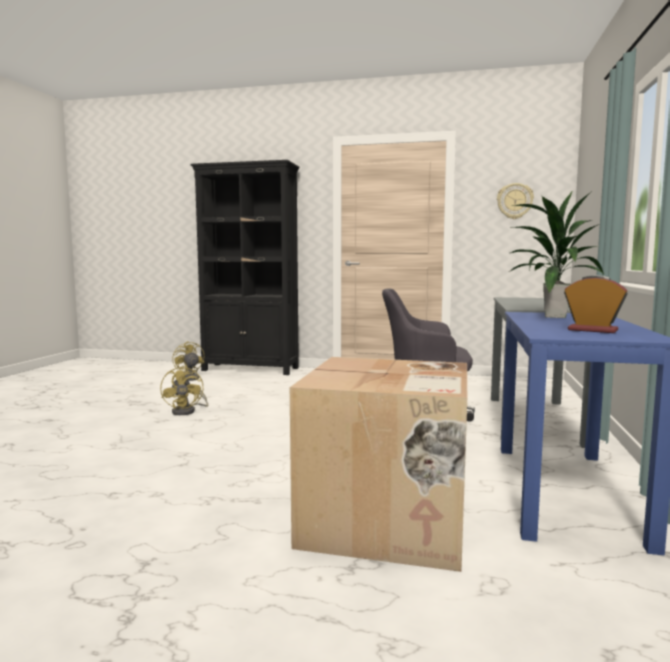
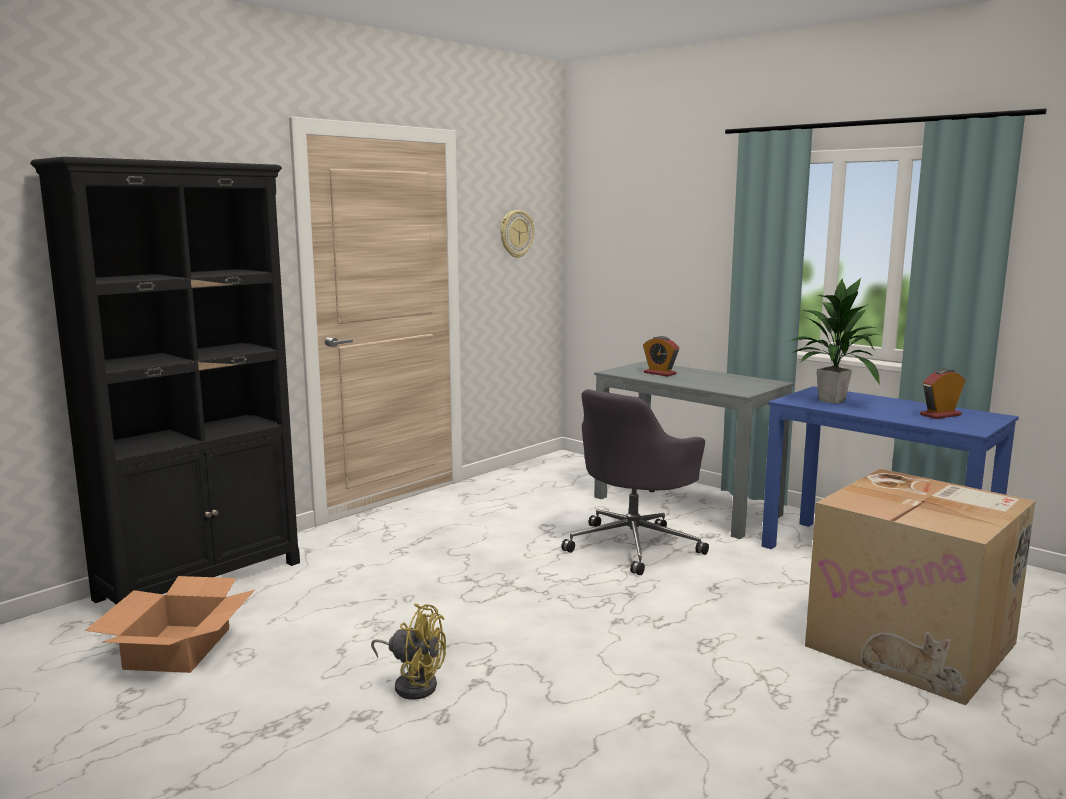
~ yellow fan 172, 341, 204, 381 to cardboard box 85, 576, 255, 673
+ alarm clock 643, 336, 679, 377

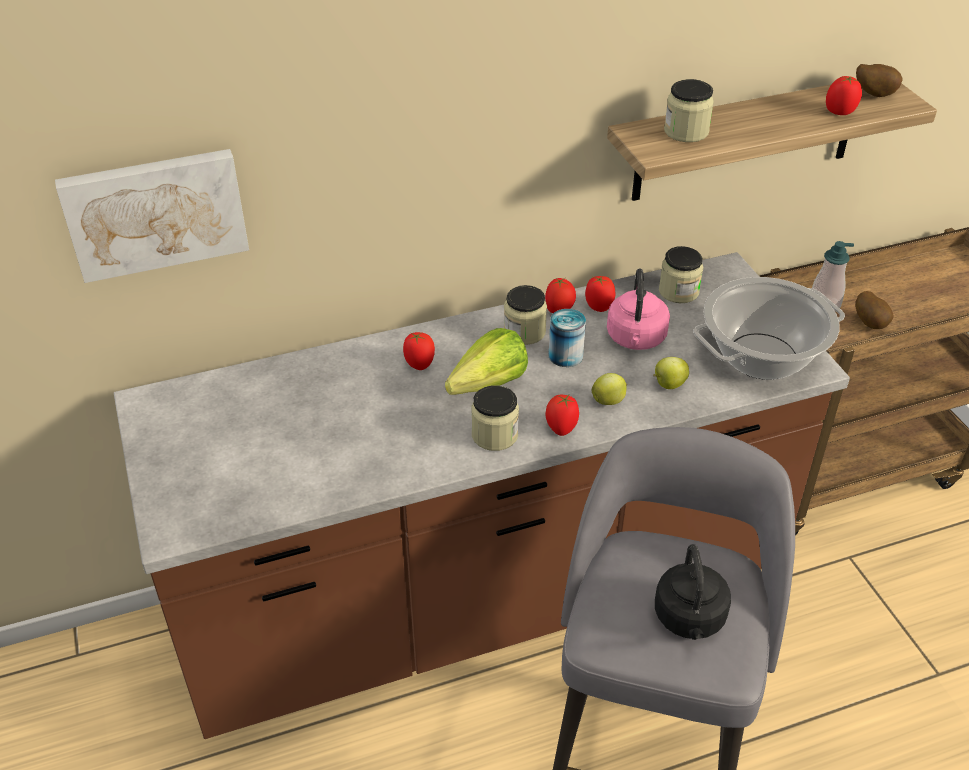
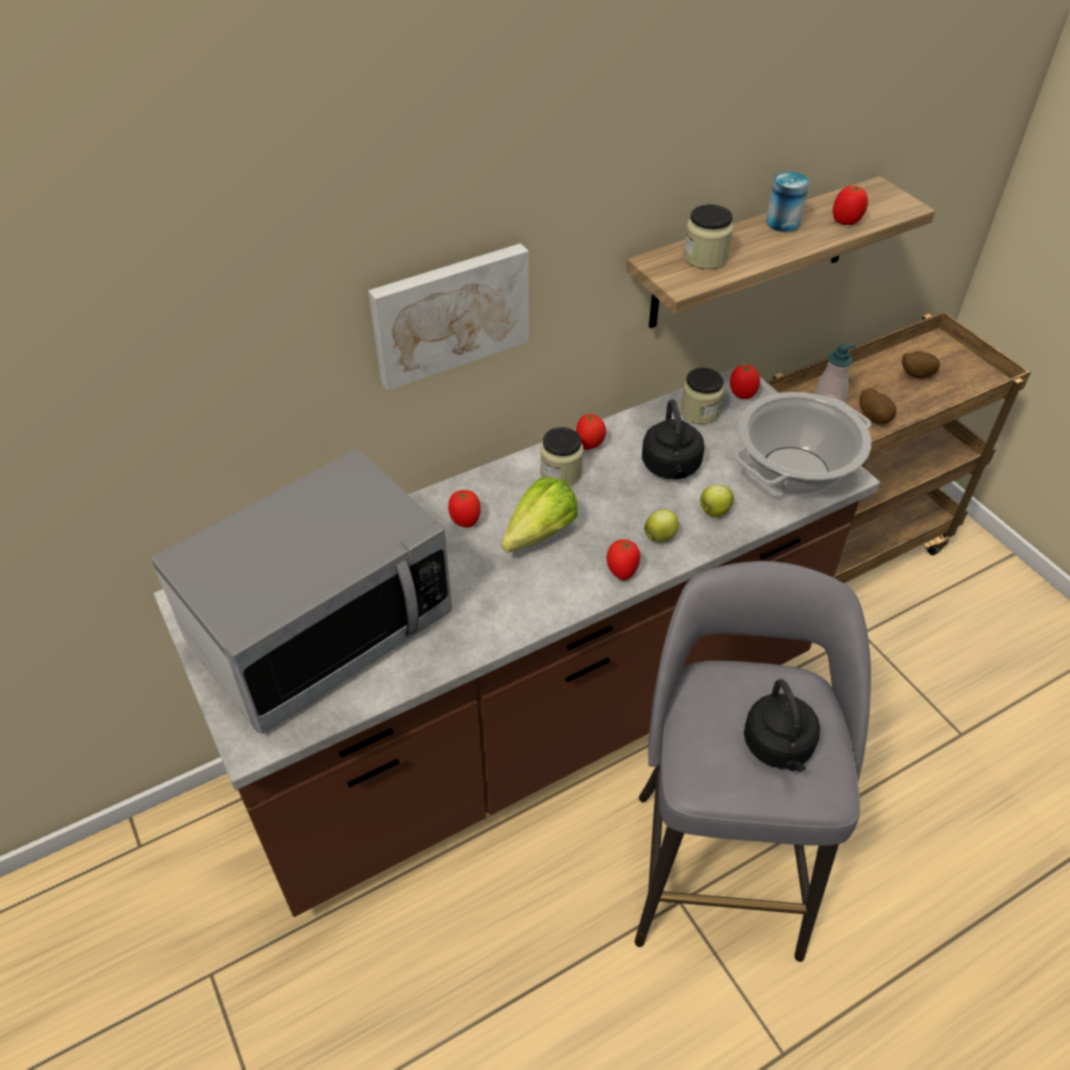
~ picture 55, 149, 249, 283 to 368, 243, 529, 391
- jar 471, 386, 519, 451
~ can 548, 309, 586, 367 to 766, 171, 810, 232
~ tomato 585, 276, 615, 312 to 730, 365, 760, 399
~ pink kettle 607, 269, 670, 350 to black kettle 642, 399, 704, 479
~ potato 856, 64, 902, 97 to 902, 351, 940, 379
+ microwave 151, 448, 452, 734

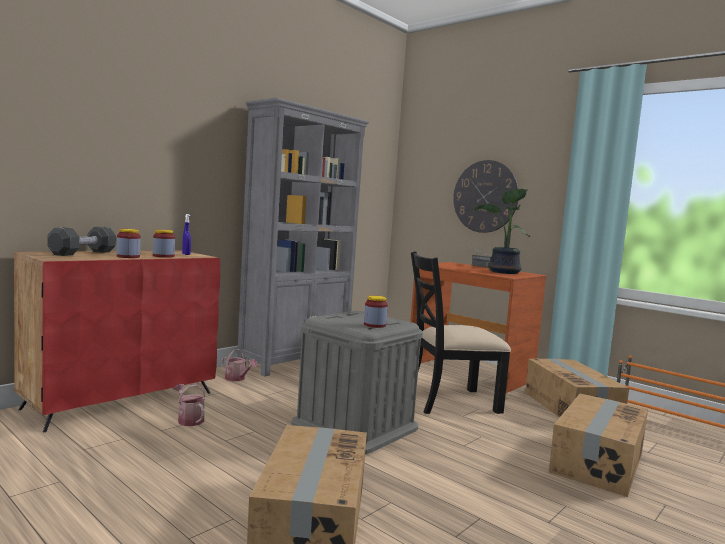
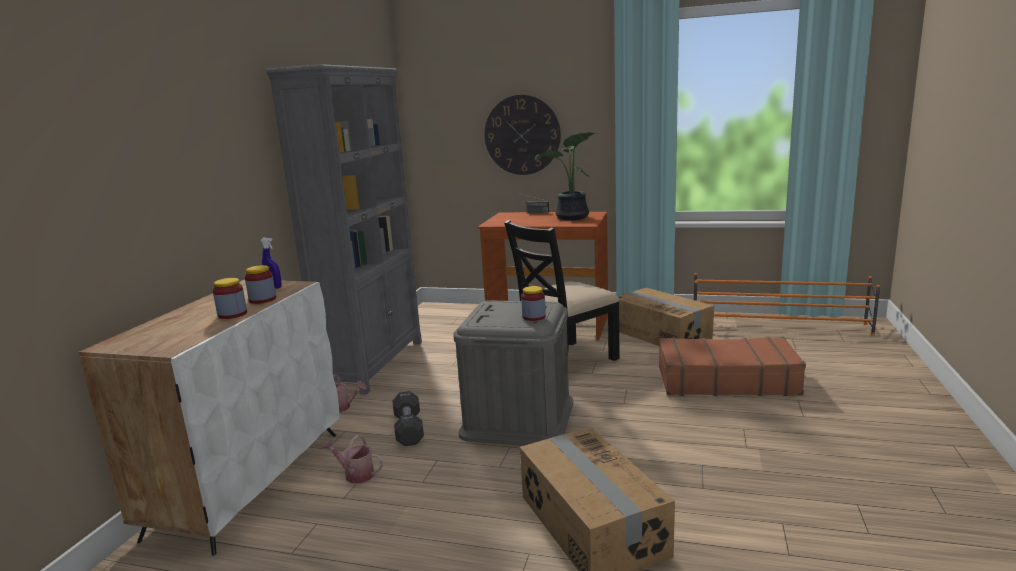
~ red cabinet 14, 250, 220, 432 to white cabinet 79, 280, 339, 556
~ black dumbbell 47, 227, 116, 256 to 393, 391, 424, 446
~ cardboard box 549, 394, 648, 497 to brown suitcase 659, 336, 806, 396

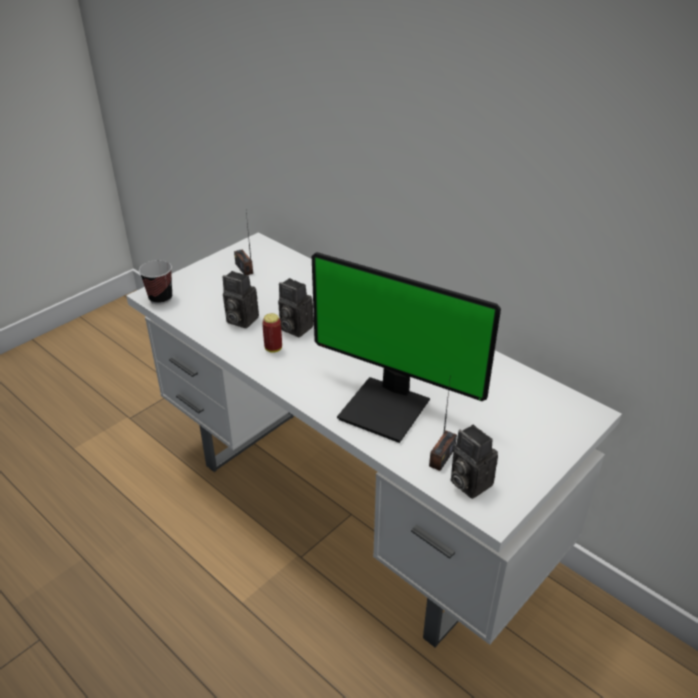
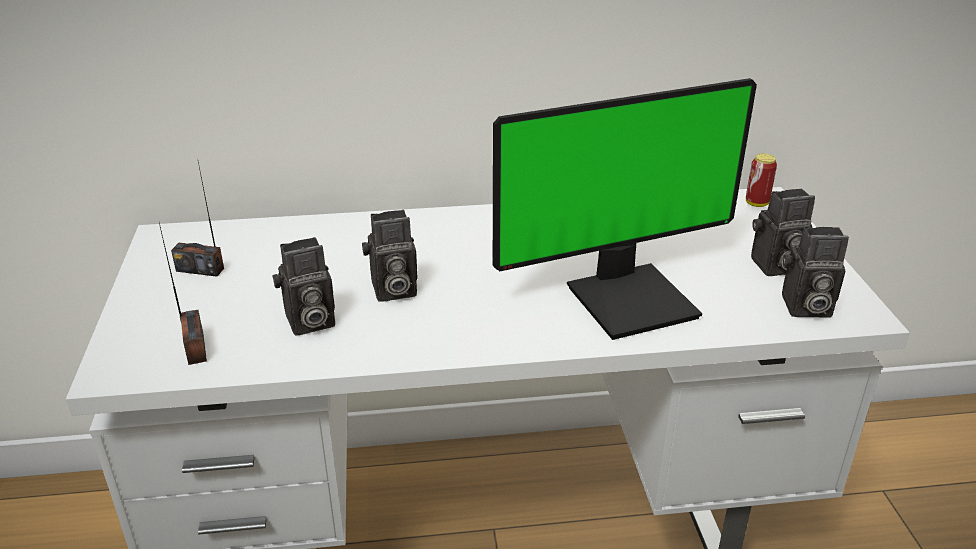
- cup 139, 260, 172, 305
~ can 262, 313, 282, 353 to 746, 154, 777, 207
~ radio 429, 381, 457, 471 to 159, 223, 207, 365
+ photo camera 751, 188, 815, 276

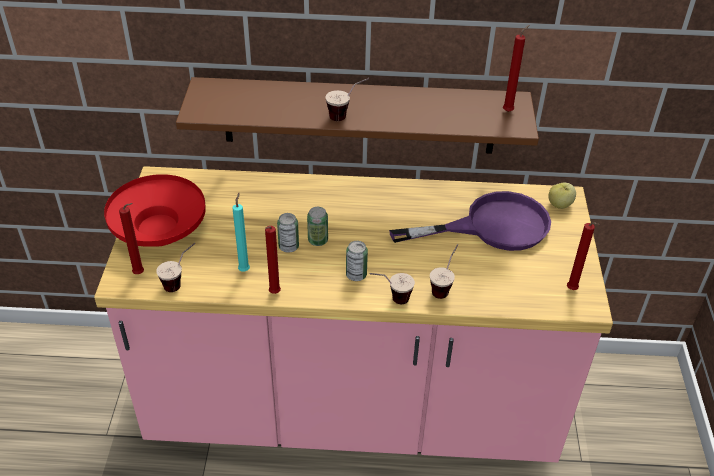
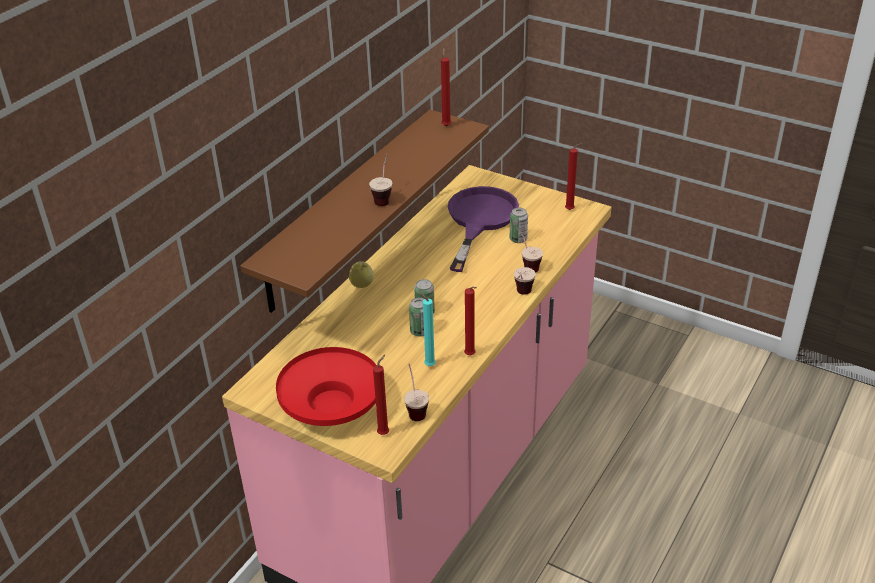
~ can 346, 241, 368, 281 to 510, 208, 528, 243
~ apple 548, 182, 576, 209 to 349, 261, 374, 288

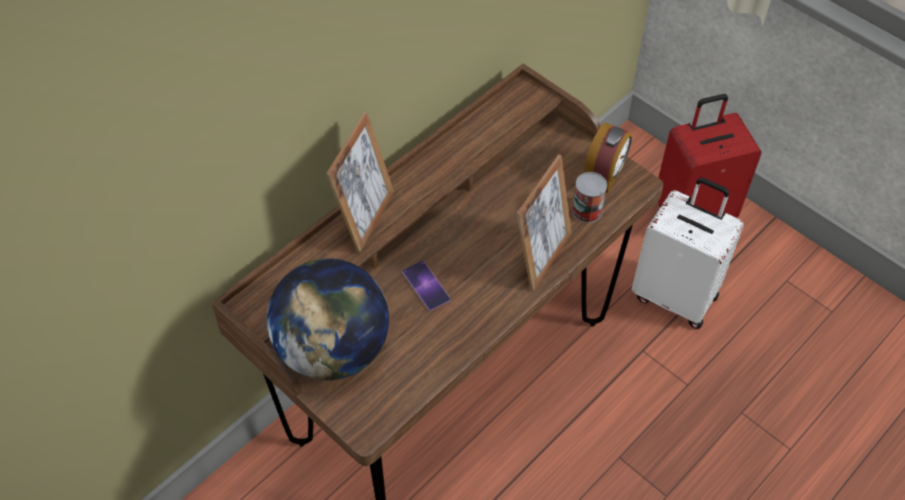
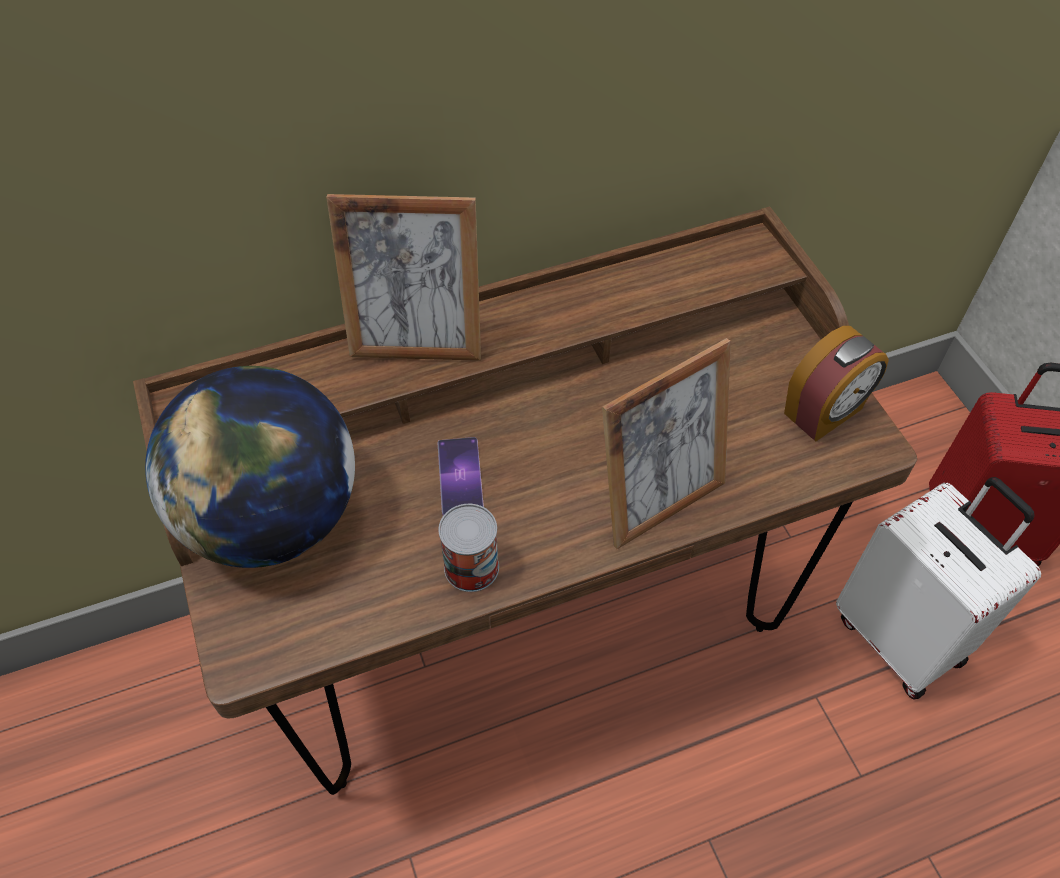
~ picture frame 326, 111, 394, 253 = 326, 194, 481, 361 45 degrees clockwise
~ can 572, 172, 607, 223 to 438, 504, 499, 592

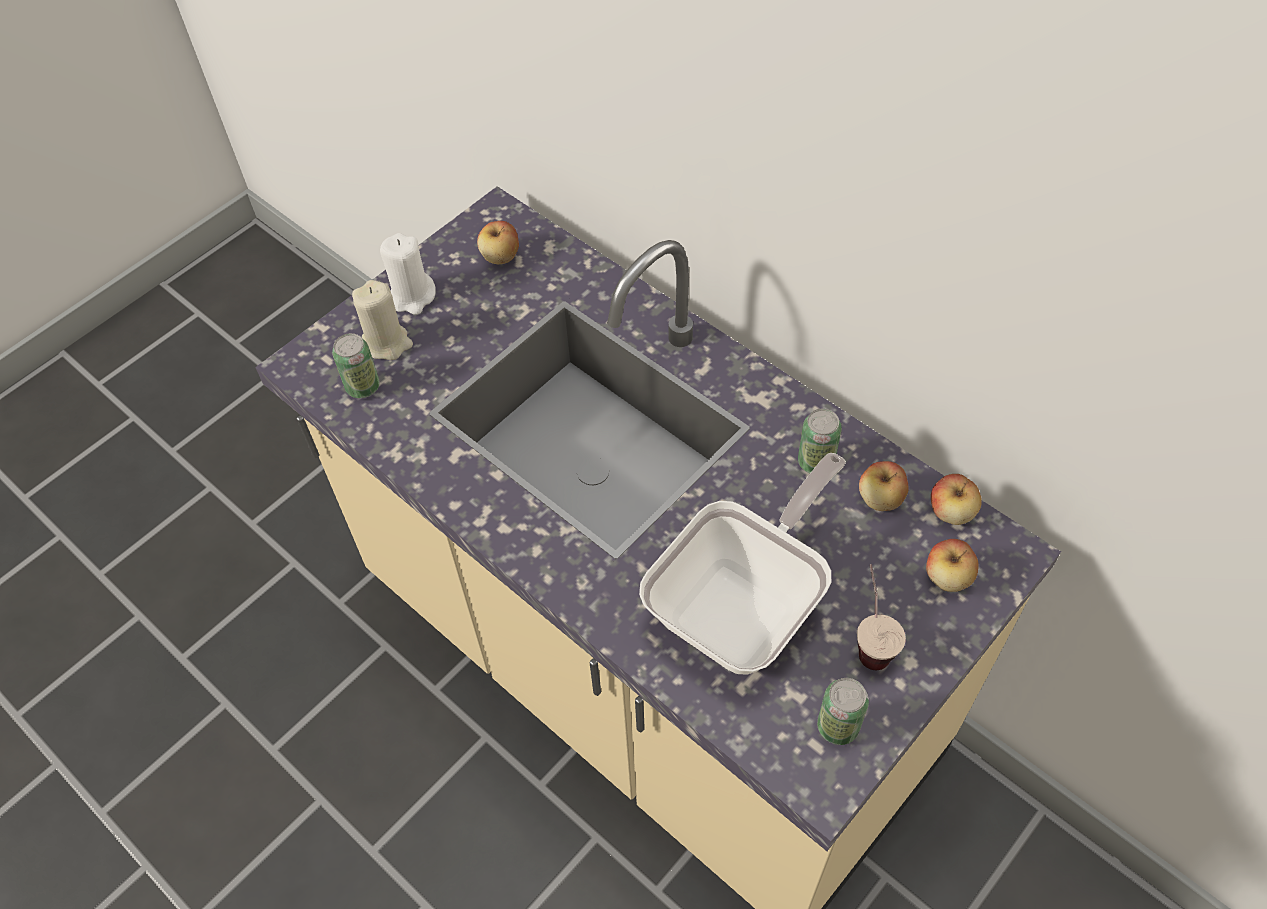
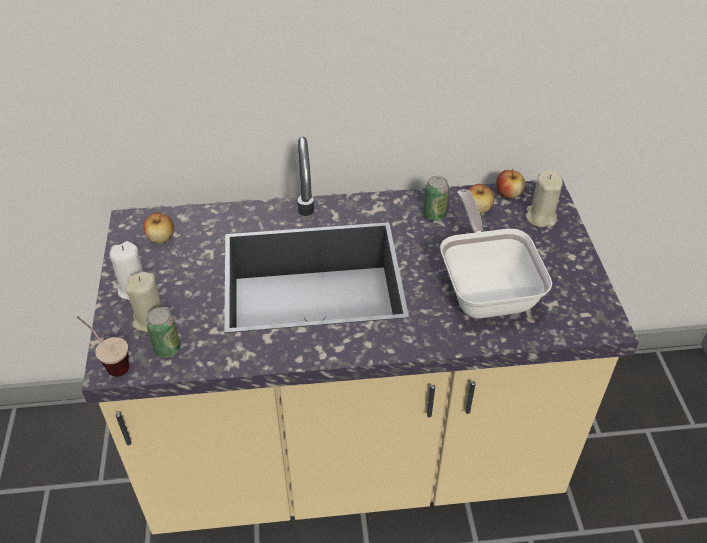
- can 817, 678, 869, 745
~ cup 857, 564, 906, 670 to 77, 317, 129, 377
~ apple 926, 539, 978, 592 to beige candle 526, 171, 563, 227

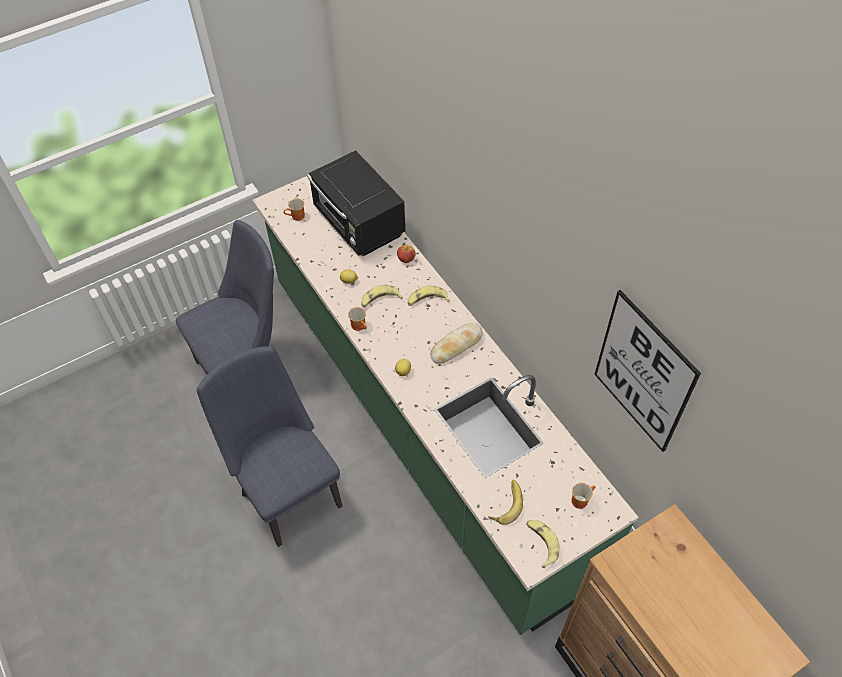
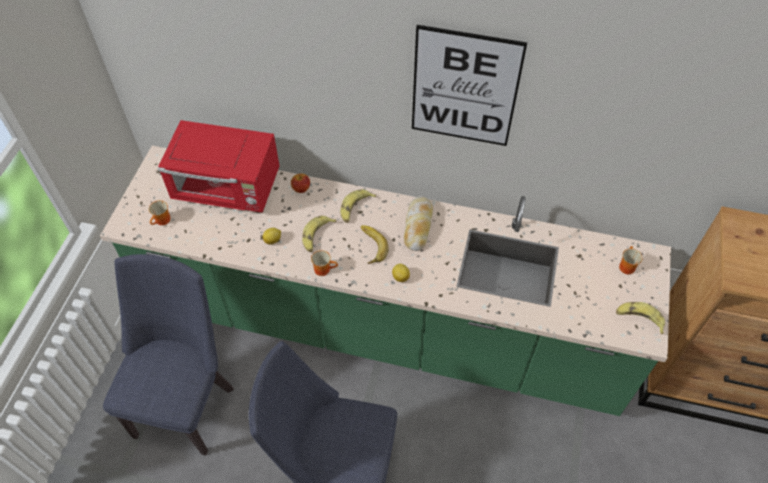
~ black microwave 307, 150, 405, 256 to red microwave 157, 120, 279, 212
~ banana 488, 480, 523, 525 to 361, 225, 389, 264
~ picture 594, 290, 701, 452 to 412, 25, 527, 146

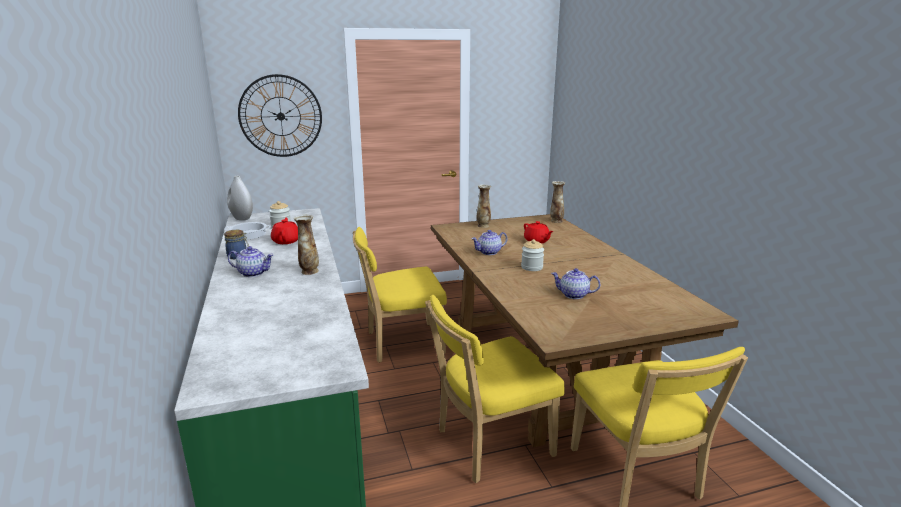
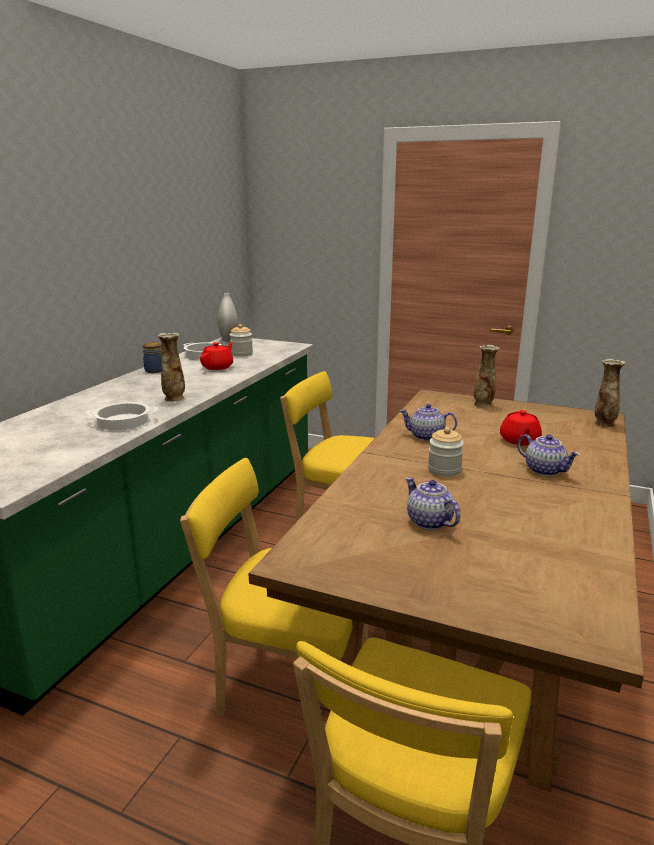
~ teapot 228, 246, 274, 277 to 517, 434, 580, 476
- wall clock 238, 74, 322, 157
+ cooking pot 86, 402, 158, 430

